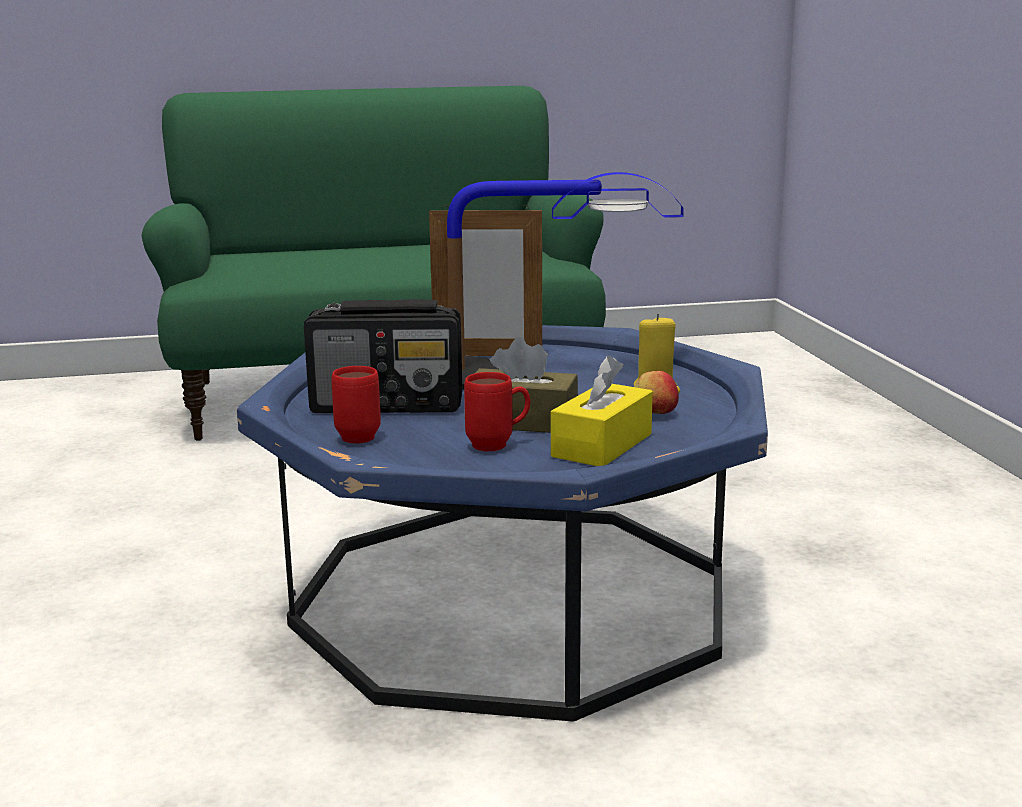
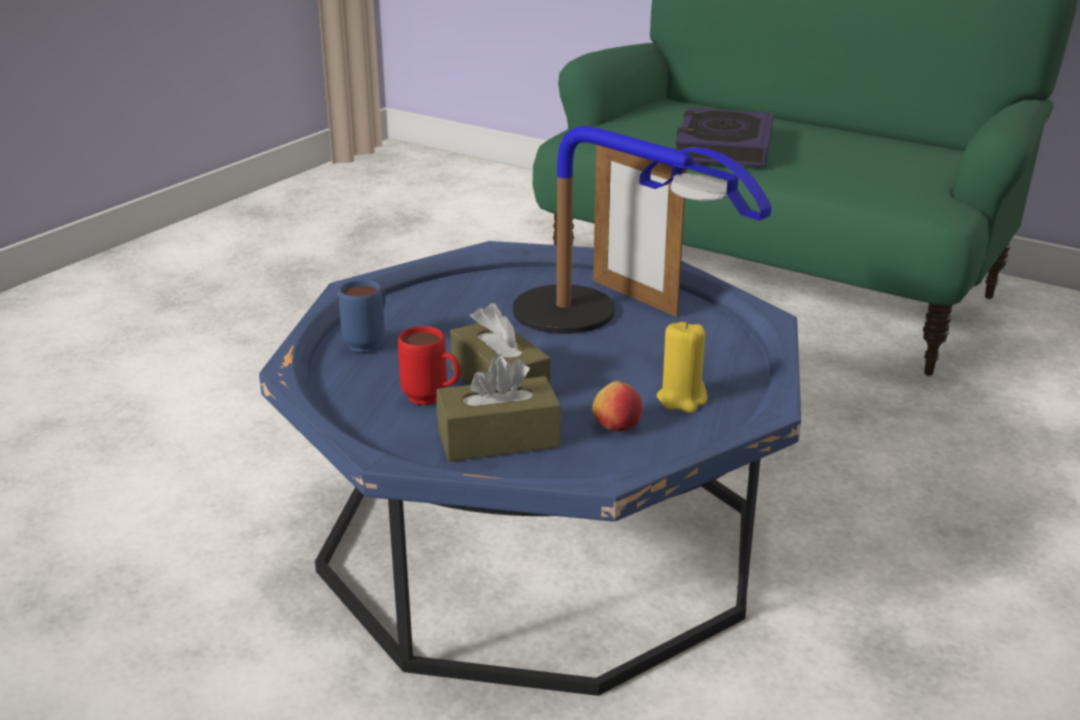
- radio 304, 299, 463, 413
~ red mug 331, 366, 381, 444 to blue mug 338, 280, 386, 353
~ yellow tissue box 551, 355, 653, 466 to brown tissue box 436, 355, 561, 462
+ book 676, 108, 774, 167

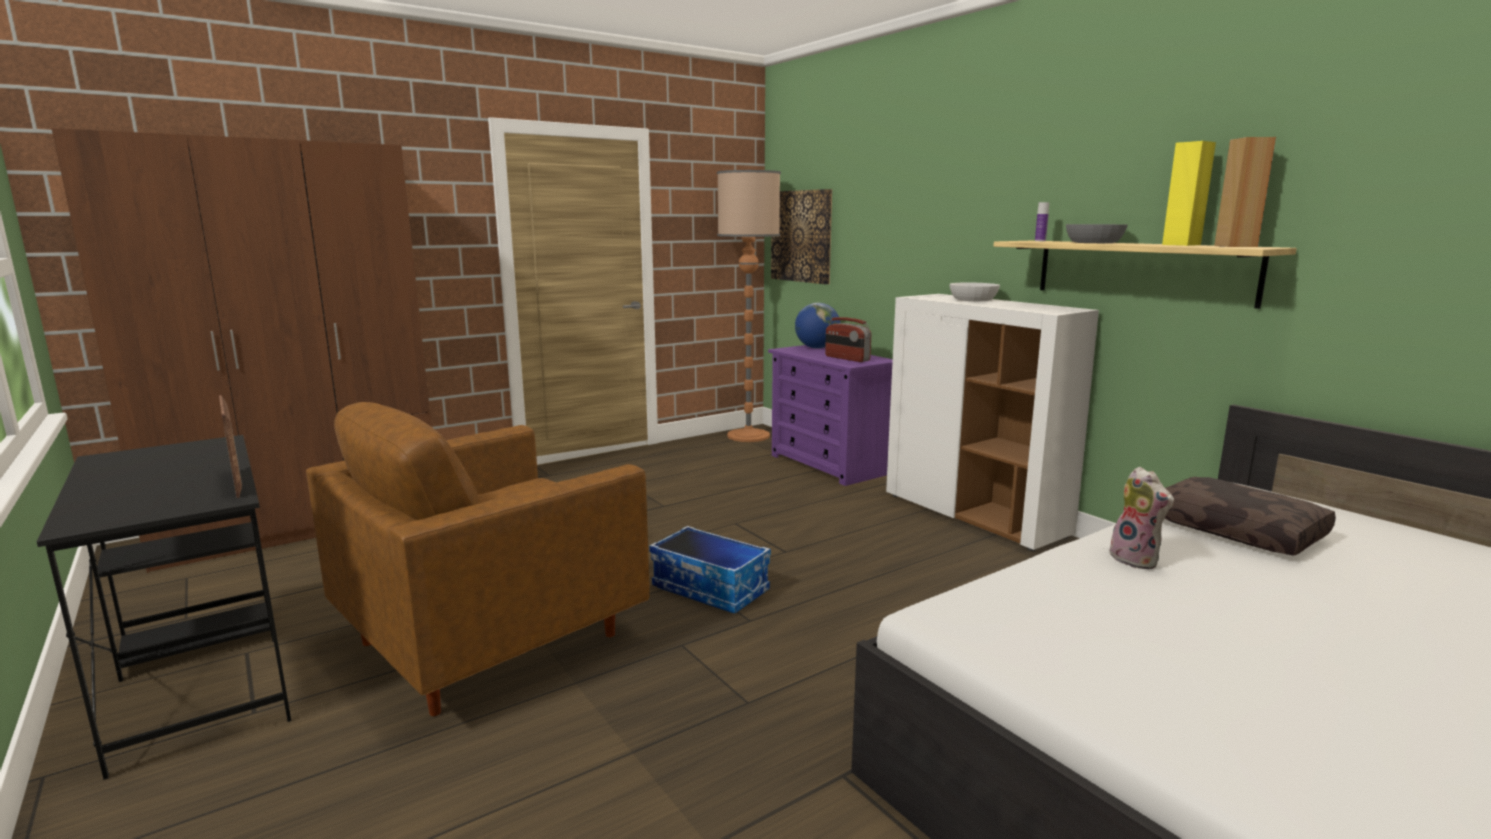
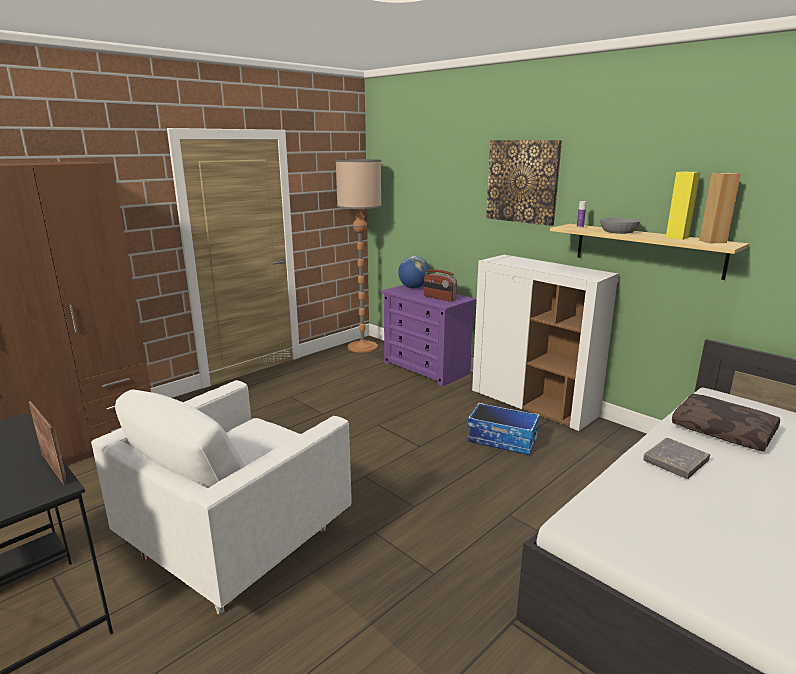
~ brown armchair 306, 402, 650, 716 to white armchair 91, 380, 352, 614
~ storage box 649, 526, 771, 613 to 467, 403, 540, 455
~ picture 771, 189, 832, 284 to 486, 140, 562, 226
- white bowl 949, 282, 1000, 301
~ plush toy 1105, 467, 1174, 569 to grey book 643, 437, 710, 479

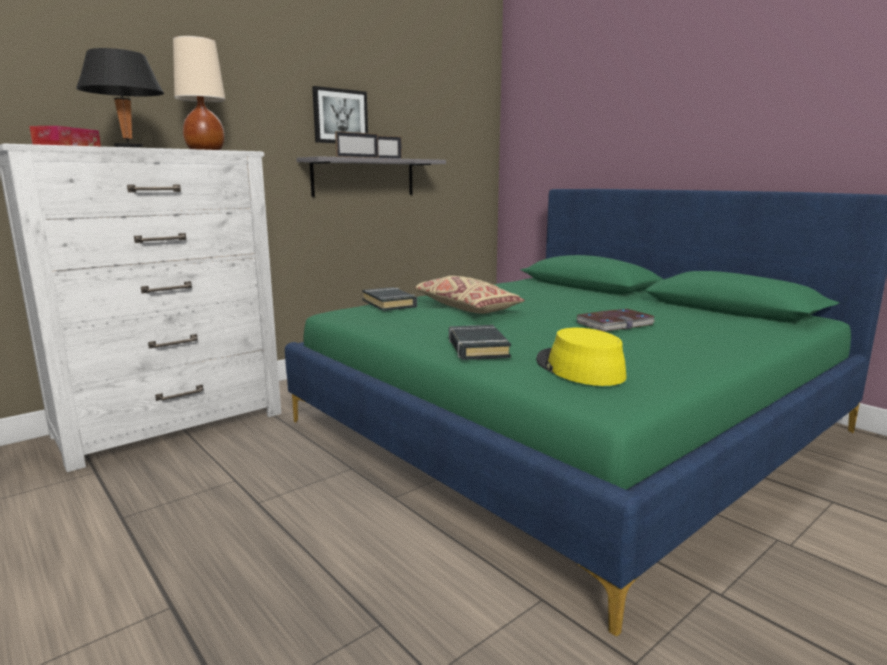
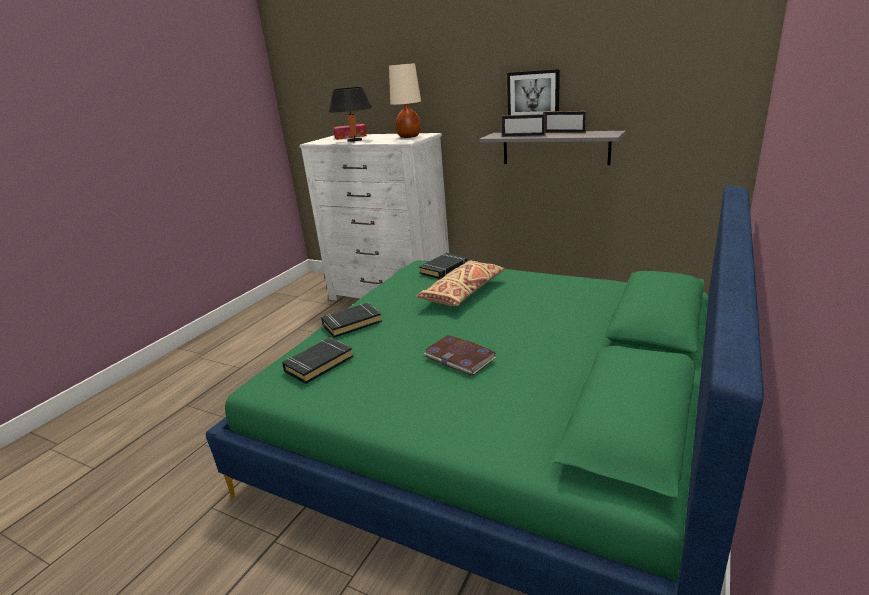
~ yellow hat 536, 328, 627, 386 to black book 282, 338, 354, 384

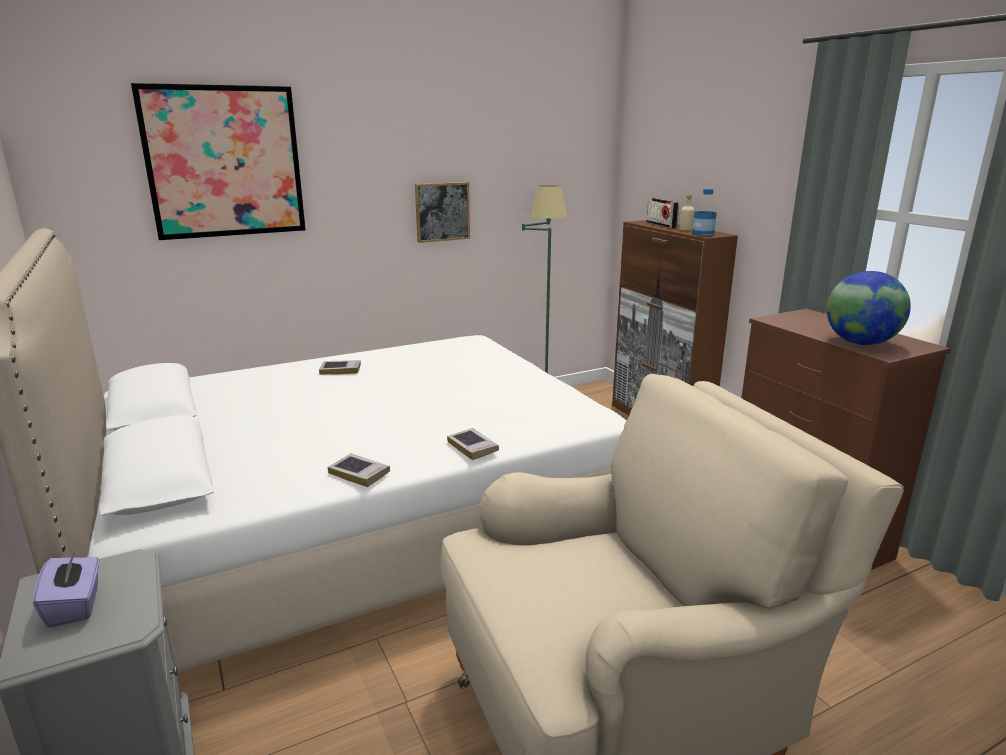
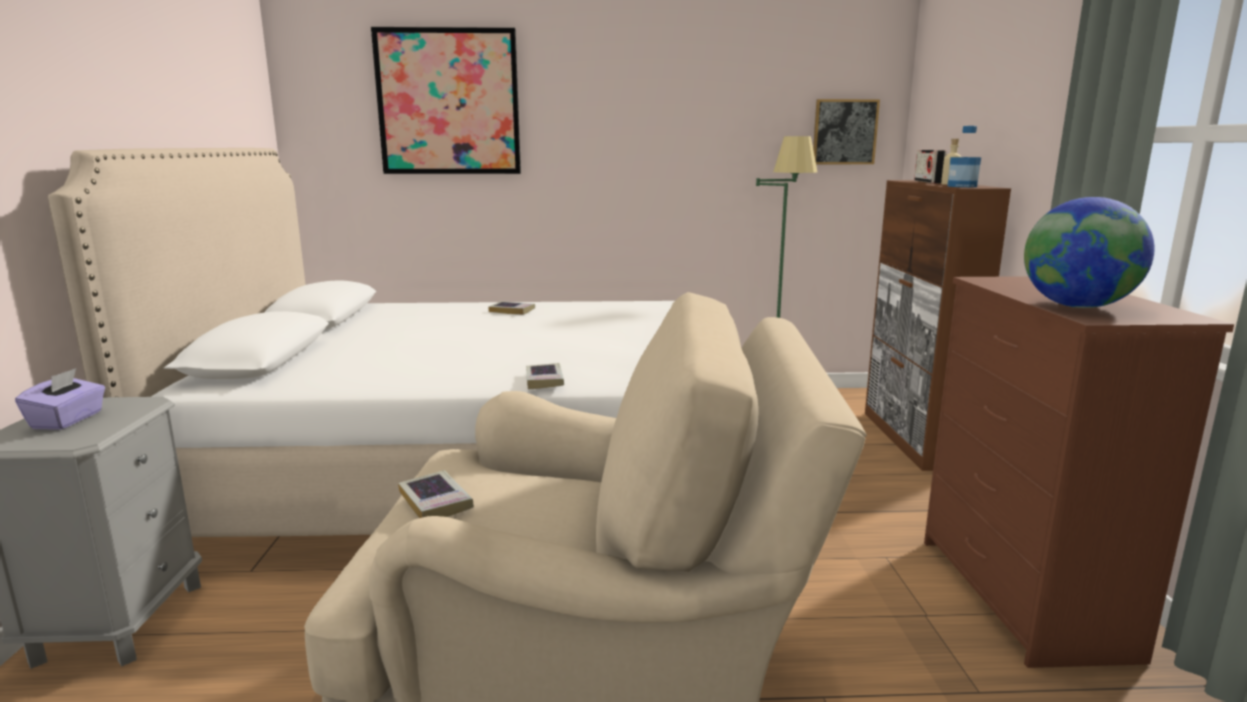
~ book 327, 453, 390, 487 to 398, 470, 474, 518
~ picture 415, 182, 470, 243 to 813, 99, 880, 164

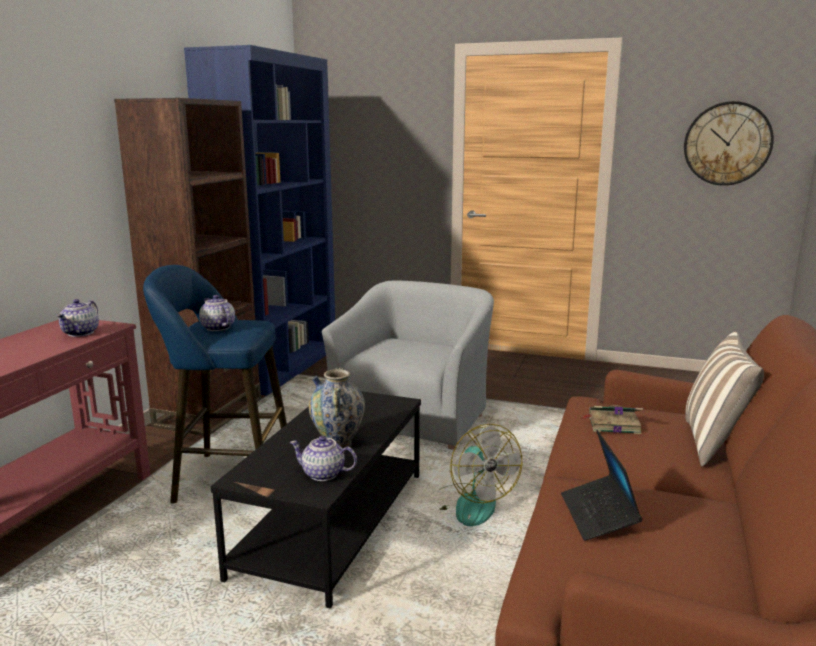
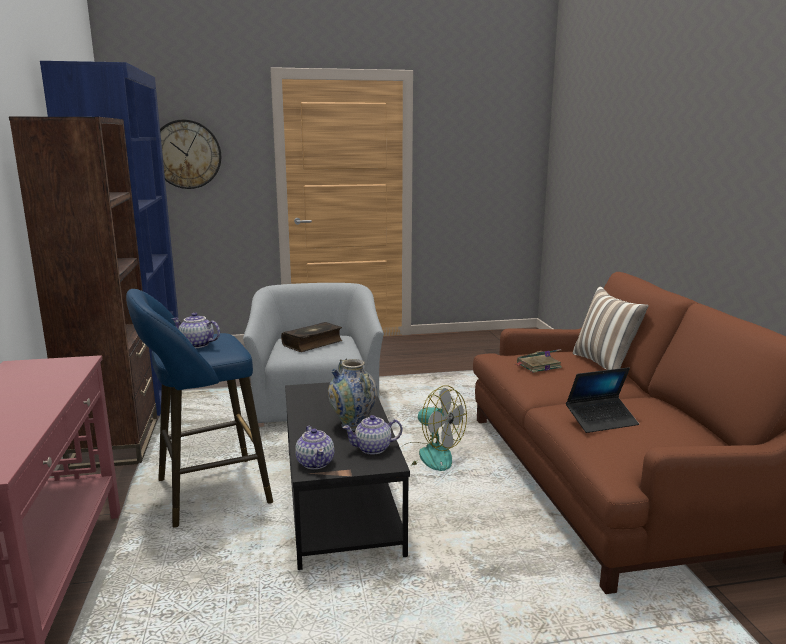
~ teapot 56, 299, 99, 337 to 295, 426, 334, 469
~ laptop 561, 430, 642, 541 = 566, 367, 639, 433 75 degrees counterclockwise
~ wall clock 684, 101, 774, 186 to 160, 119, 221, 189
+ book 281, 322, 342, 352

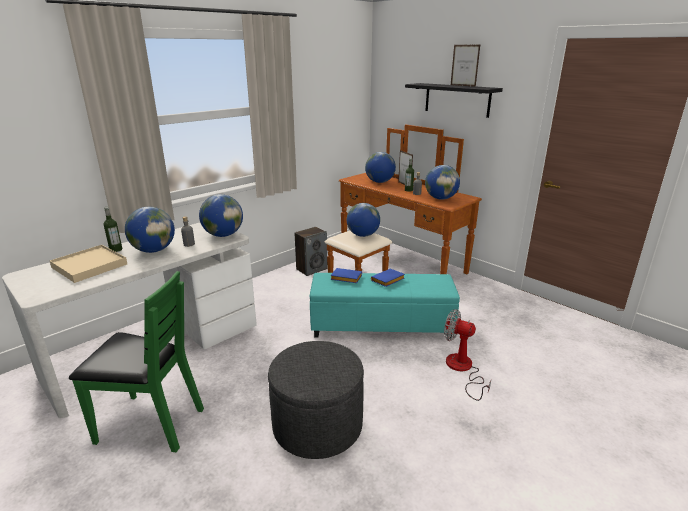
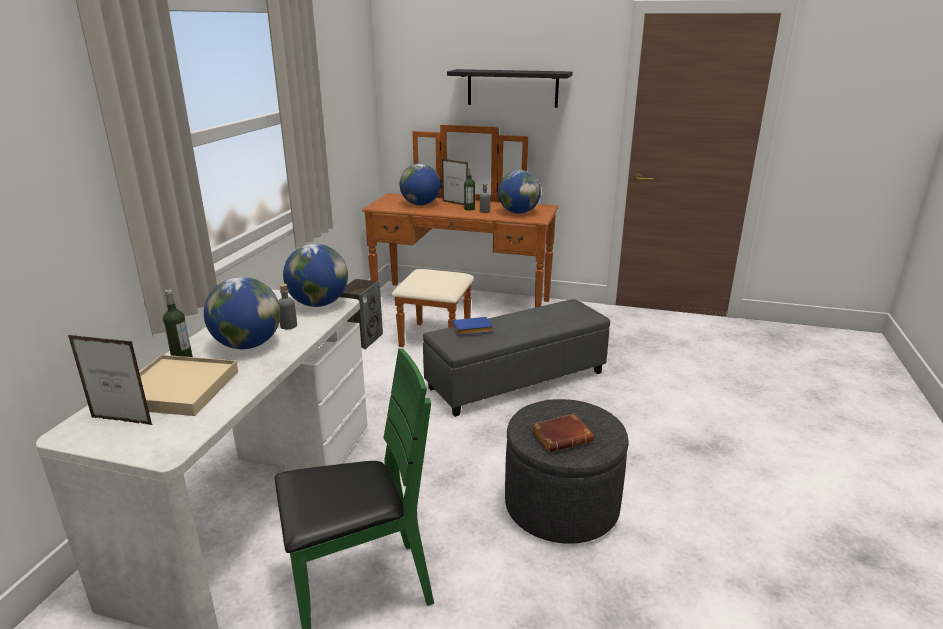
~ turquoise ottoman 309, 273, 460, 338 to grey ottoman 423, 299, 610, 417
- globe 347, 203, 380, 237
- blue book 371, 269, 405, 287
- fan 444, 309, 491, 401
~ picture frame 451, 45, 480, 87 to 68, 335, 152, 425
+ brown book 531, 414, 594, 453

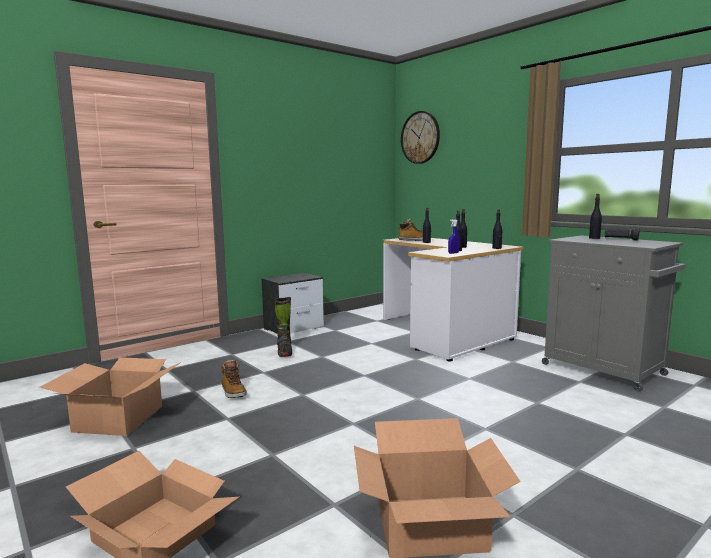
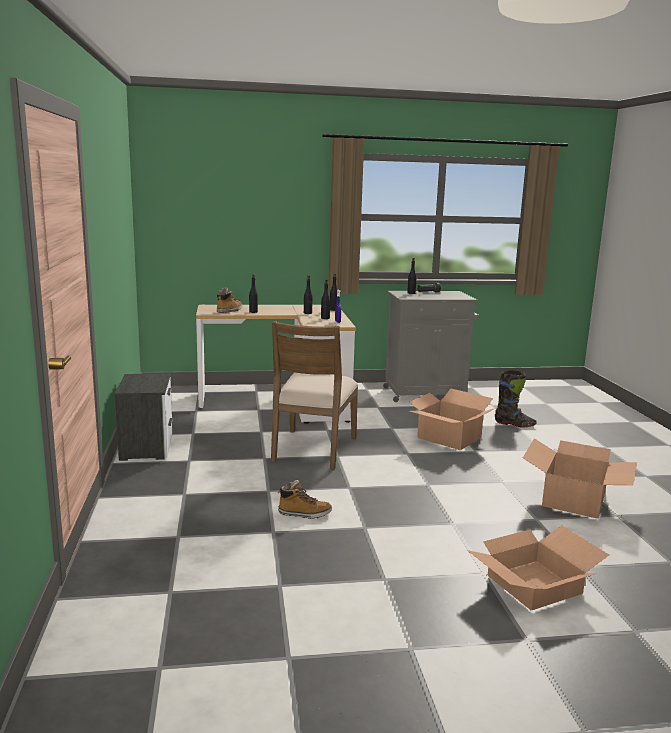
~ cardboard box 40, 357, 181, 436 to 409, 389, 495, 450
~ black boot 275, 297, 292, 357 to 495, 370, 537, 428
- wall clock 401, 111, 440, 164
+ brown chair 271, 321, 358, 470

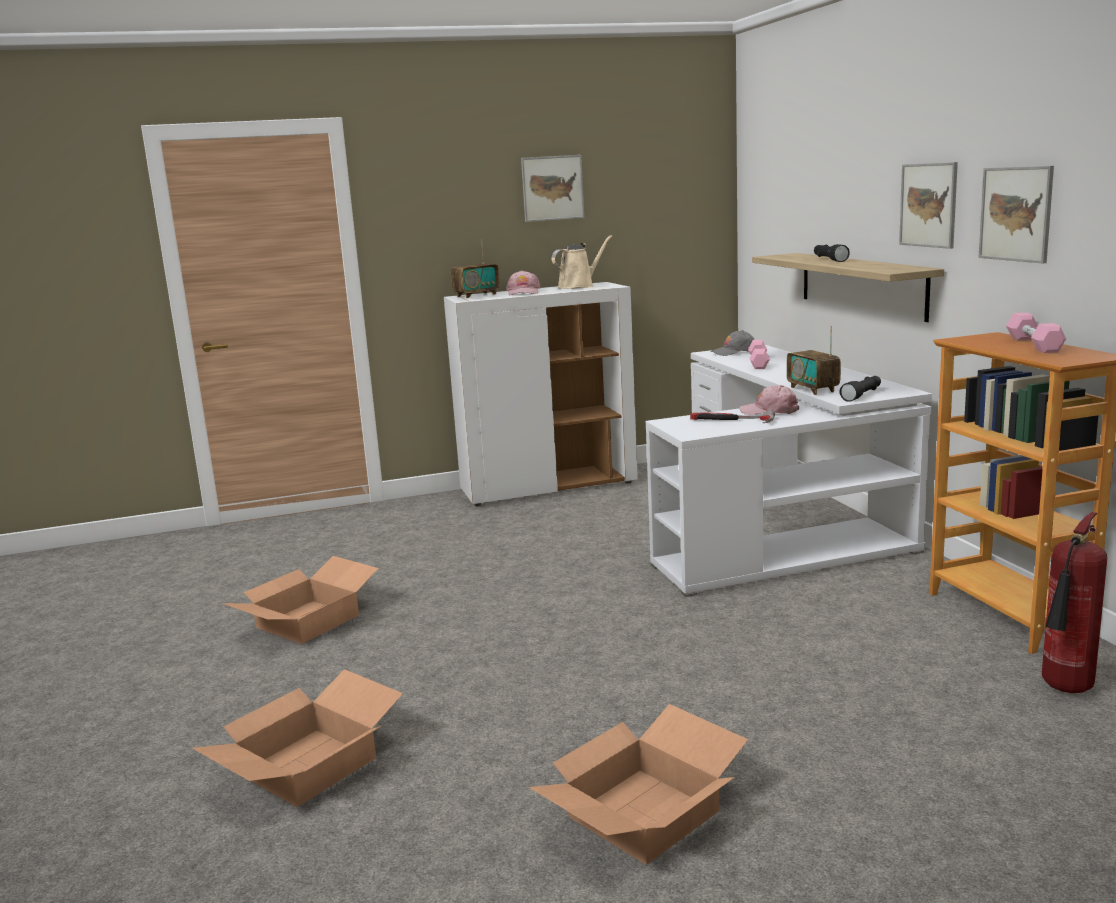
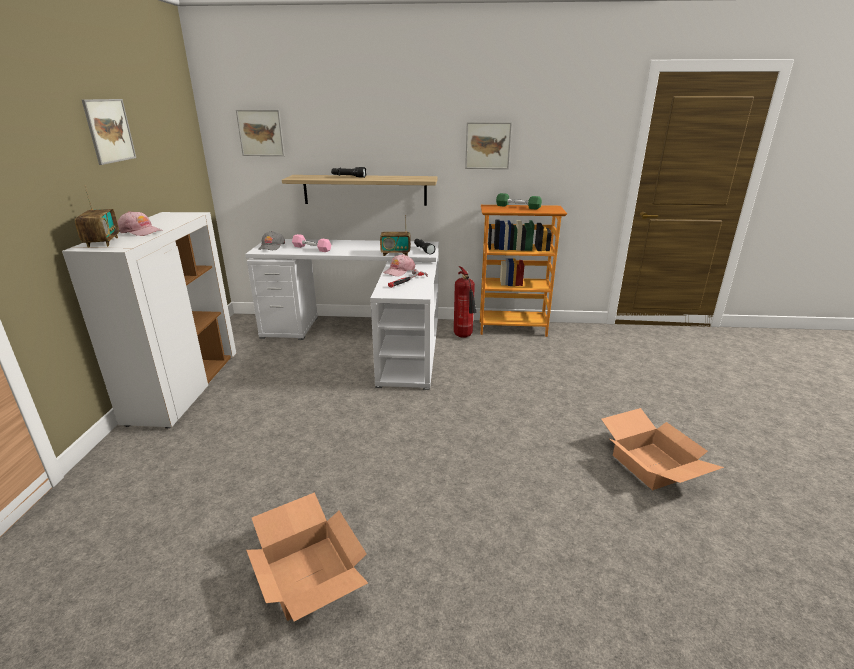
- cardboard box 192, 669, 403, 807
- beige watering can 551, 235, 612, 289
~ picture 899, 162, 958, 249 to 236, 110, 285, 156
~ pink dumbbell 1006, 313, 1066, 353 to green dumbbell 496, 193, 542, 210
~ fire extinguisher 1042, 512, 1107, 693 to 454, 266, 477, 338

